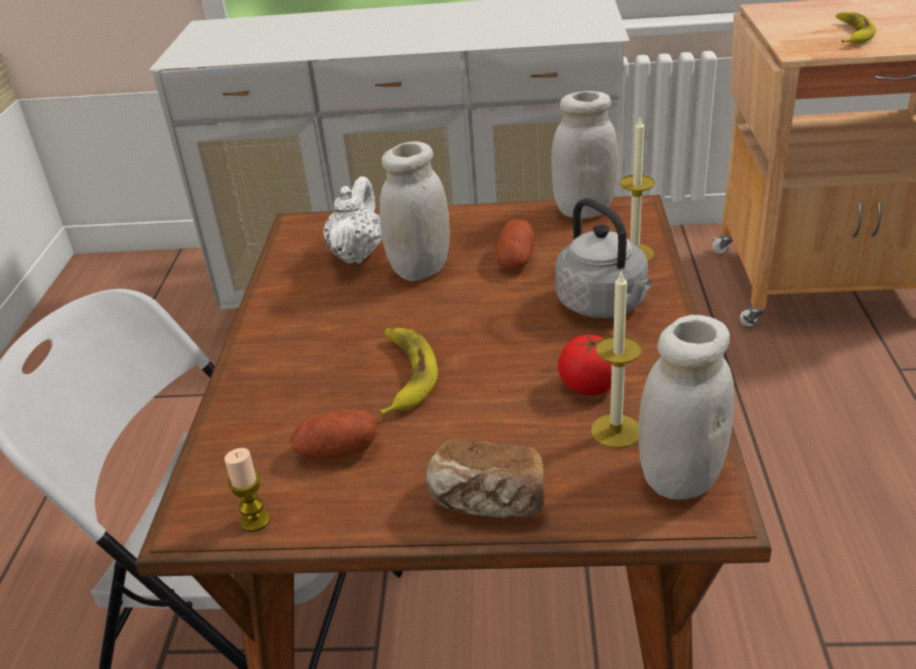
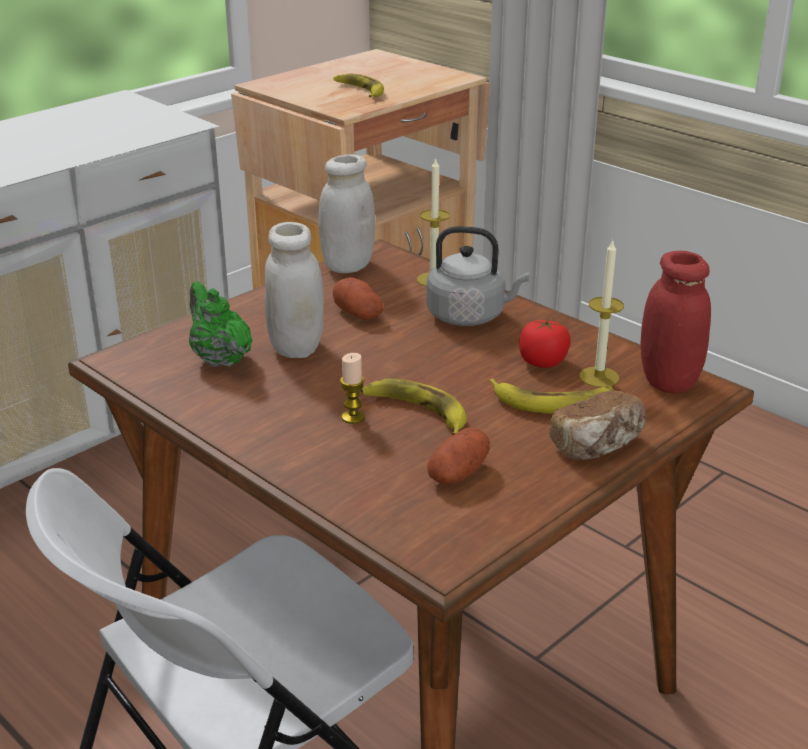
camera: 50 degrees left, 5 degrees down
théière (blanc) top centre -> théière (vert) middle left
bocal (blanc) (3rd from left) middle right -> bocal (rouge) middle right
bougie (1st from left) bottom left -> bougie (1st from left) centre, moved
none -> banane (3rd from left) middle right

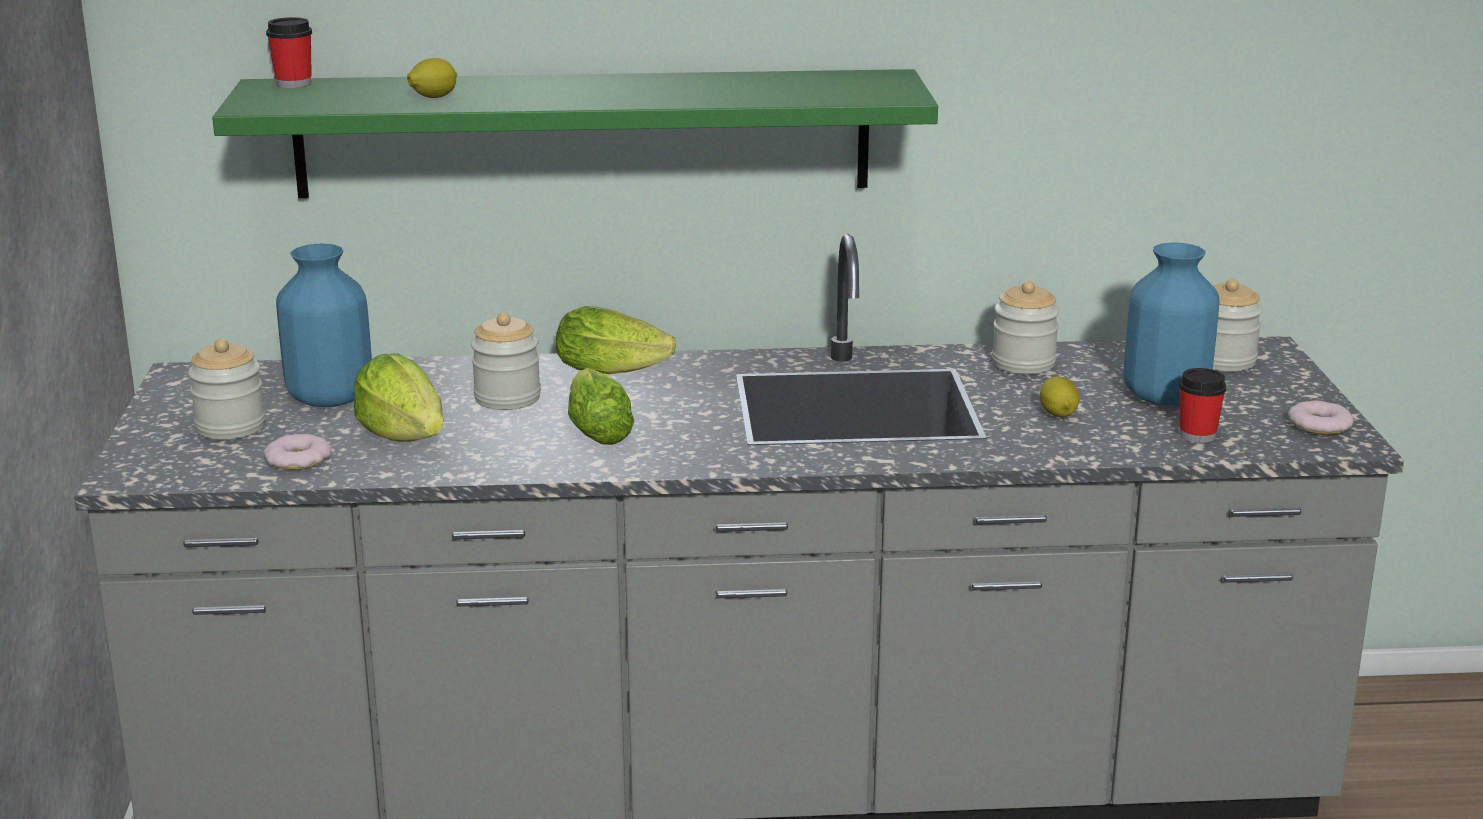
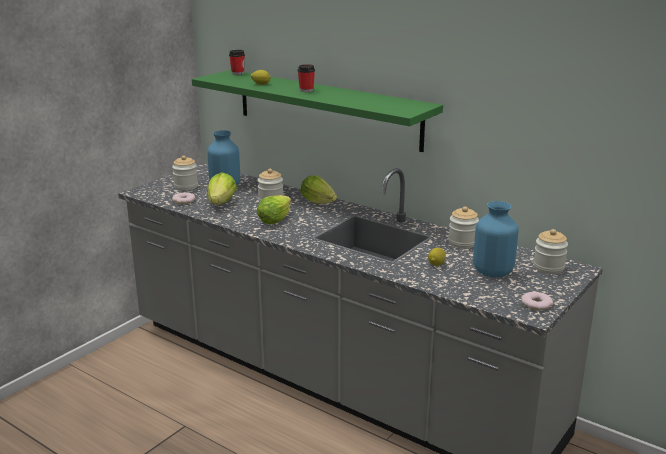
camera: 40 degrees right, 0 degrees up
tasse (2nd from left) middle right -> tasse (2nd from left) top centre, moved

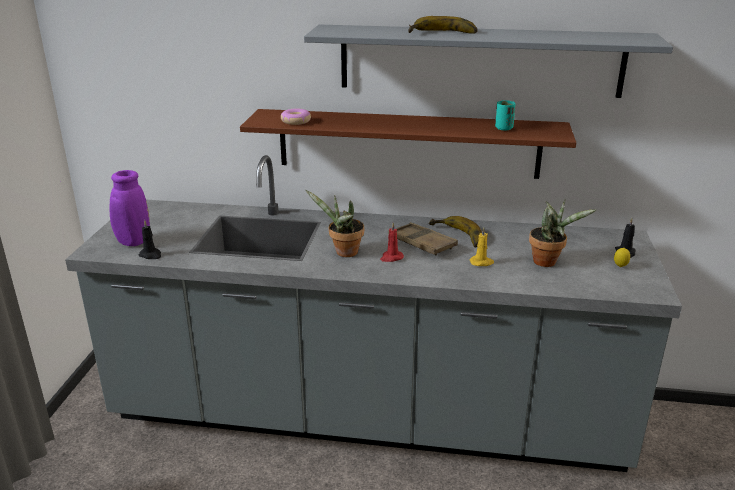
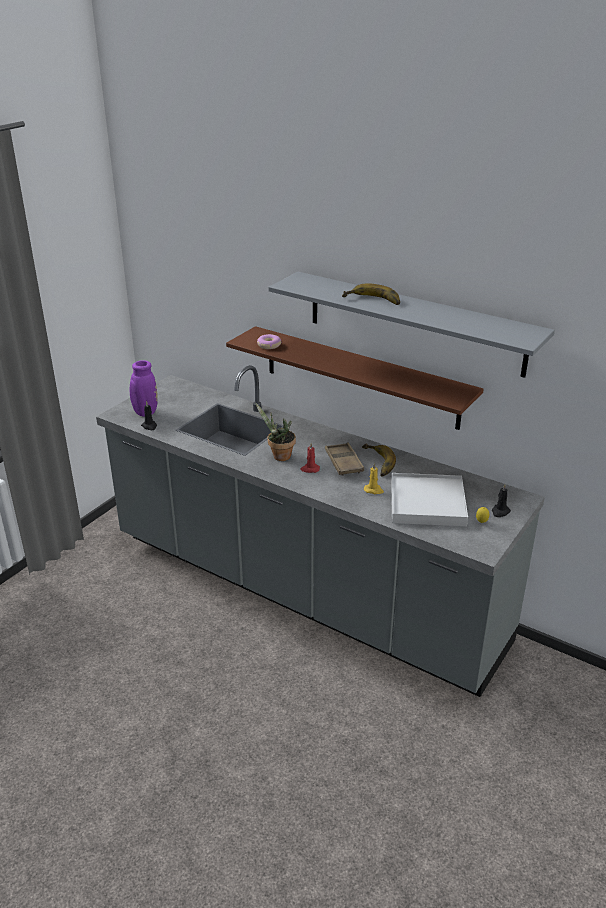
camera: 25 degrees right, 5 degrees up
tasse (turquoise) top right -> none
plante en pot (2nd from left) middle right -> plateau (blanc) middle right

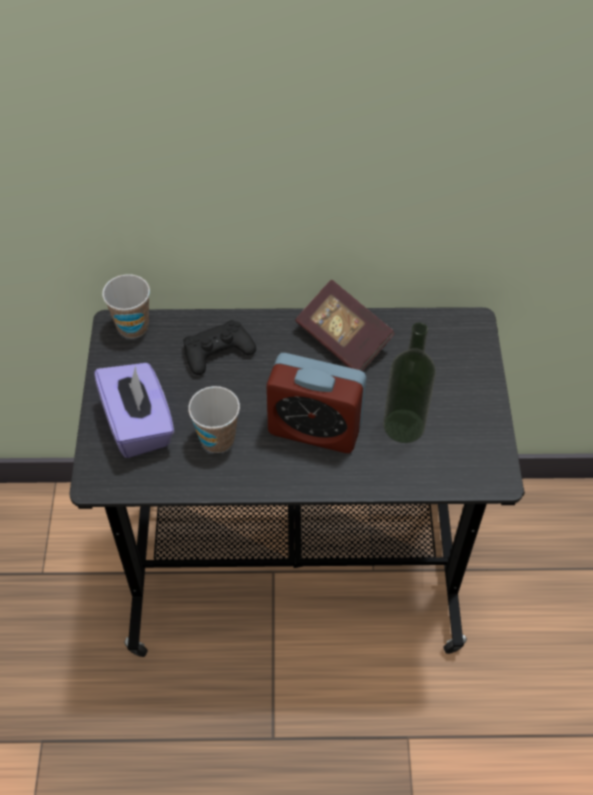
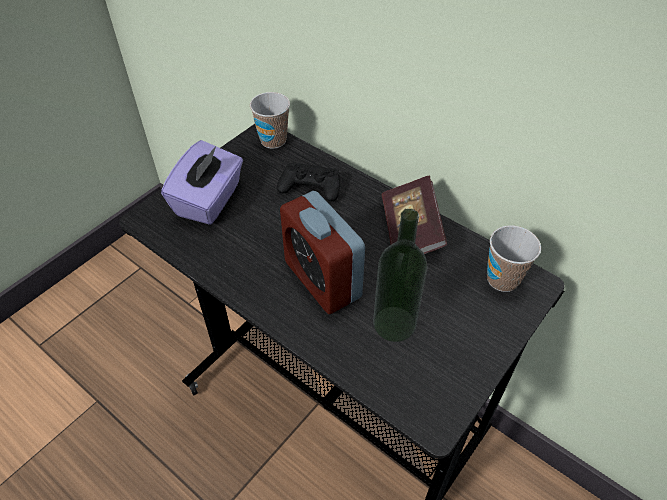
camera: 40 degrees right, 5 degrees down
tasse (2nd from left) centre -> tasse (2nd from left) middle right, moved

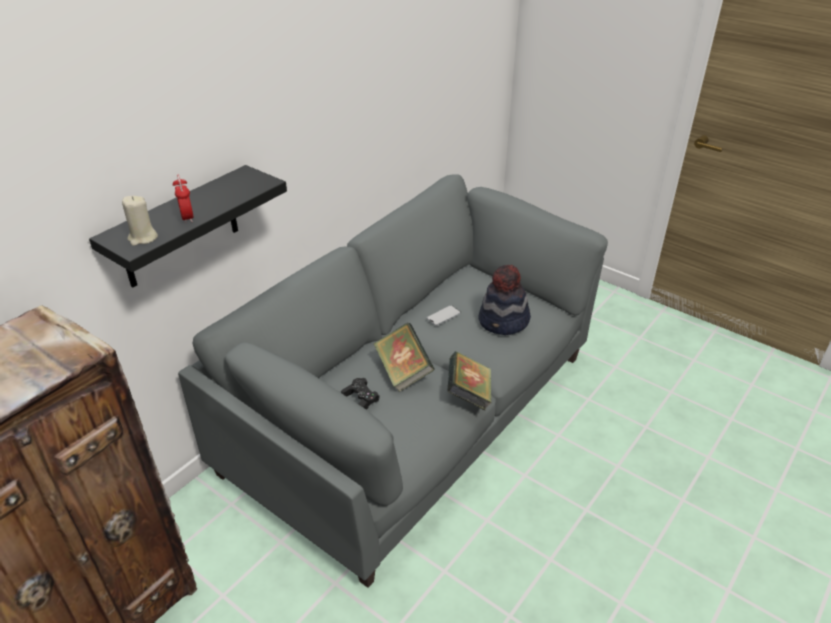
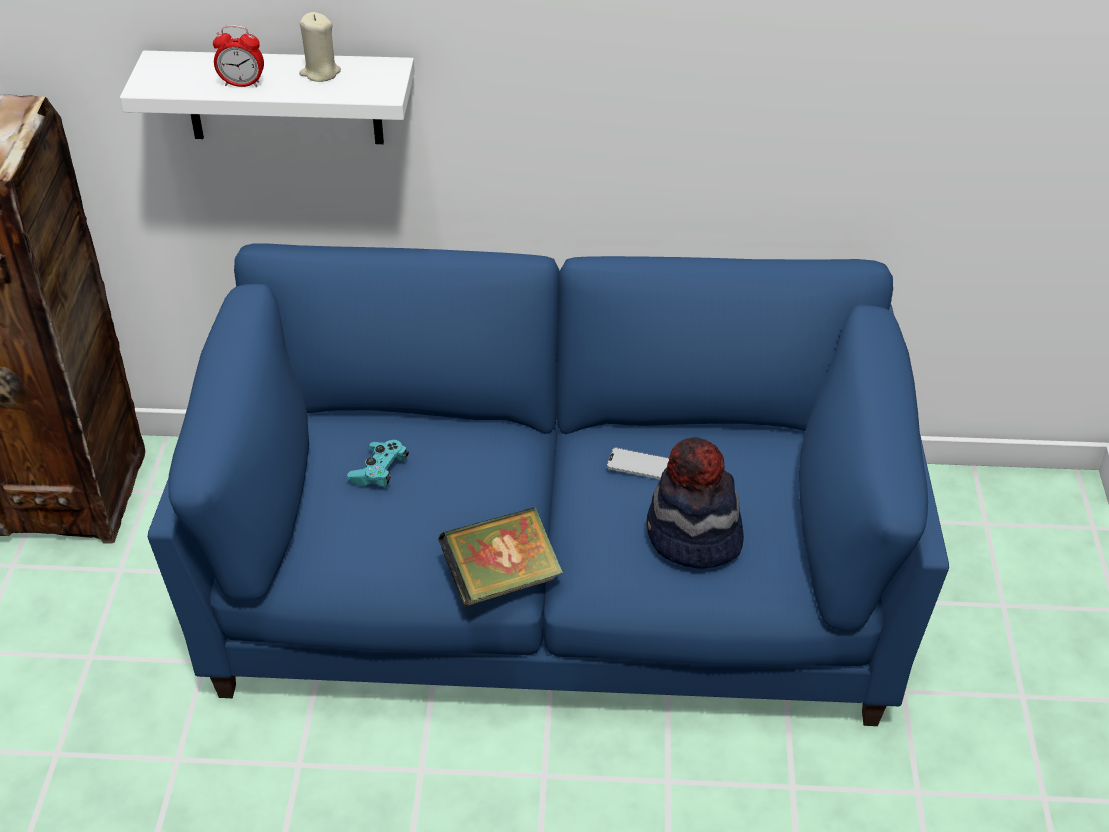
camera: 55 degrees right, 5 degrees up
étagère (noir) middle left -> étagère (blanc) top left
canapé (gris) centre -> canapé (bleu) centre
réveil top left, 120 degrees counterclockwise
bougie (beige) middle left -> bougie (beige) top left, moved
livre (1st from left) centre -> none
manette (noir) centre -> manette (turquoise) centre

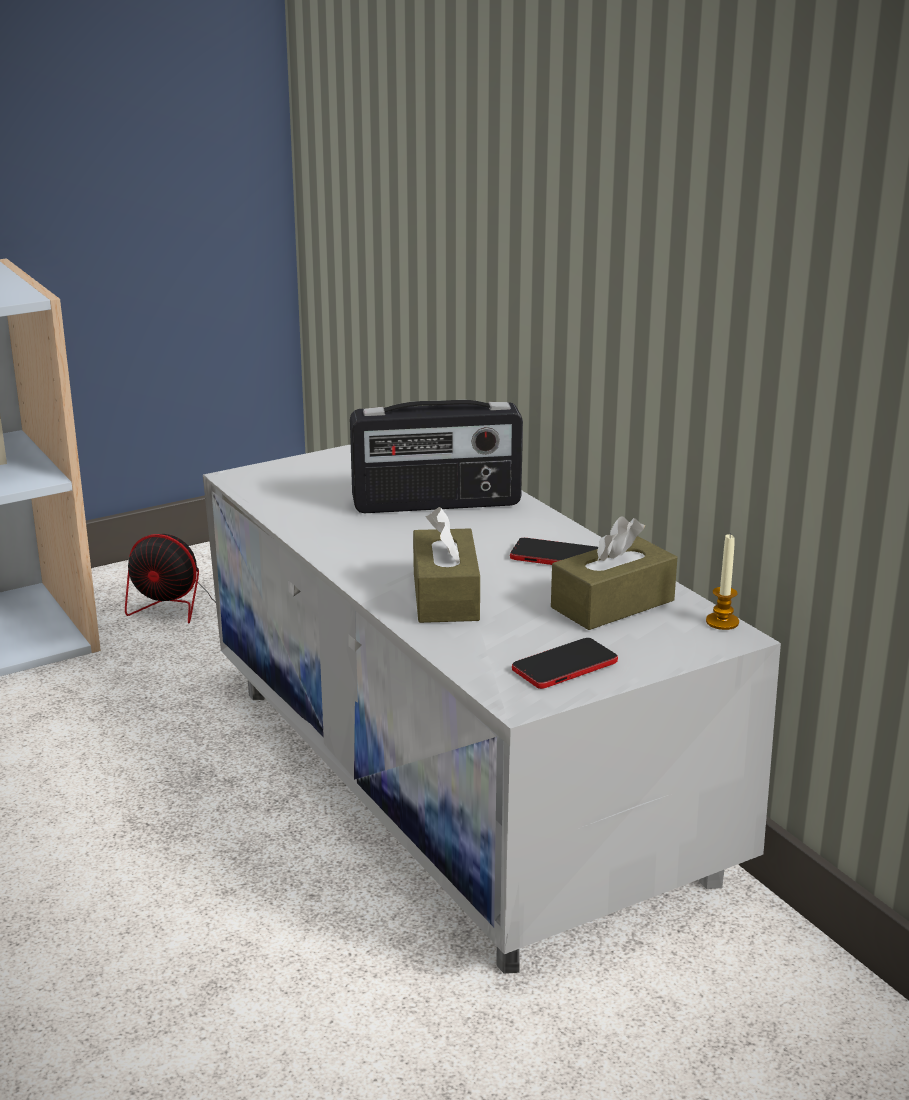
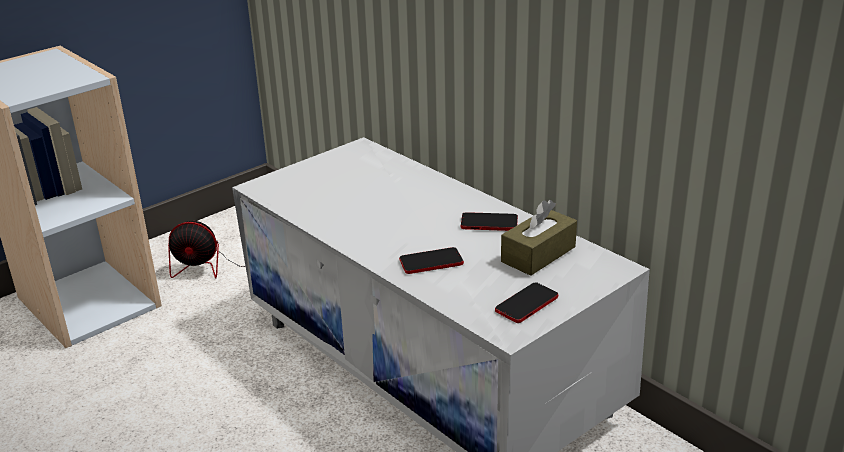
camera: 10 degrees left, 5 degrees up
radio centre -> none
boîte à mouchoirs (marron) (1st from left) centre -> téléphone (1st from left) centre
bougie middle right -> none

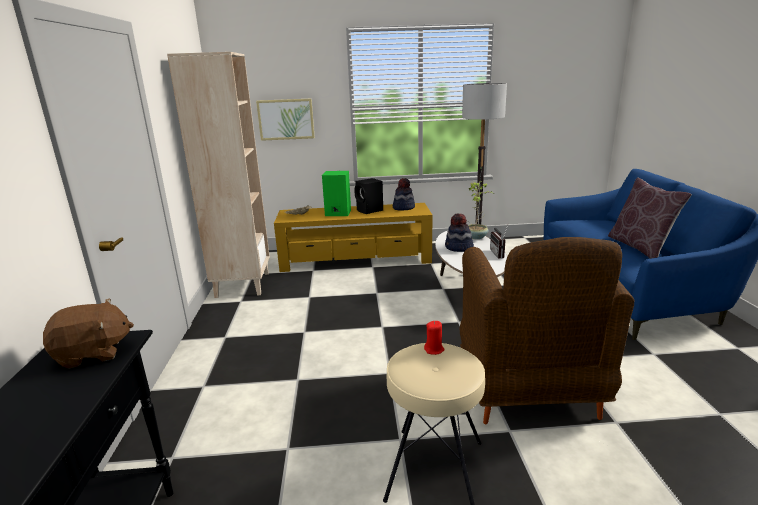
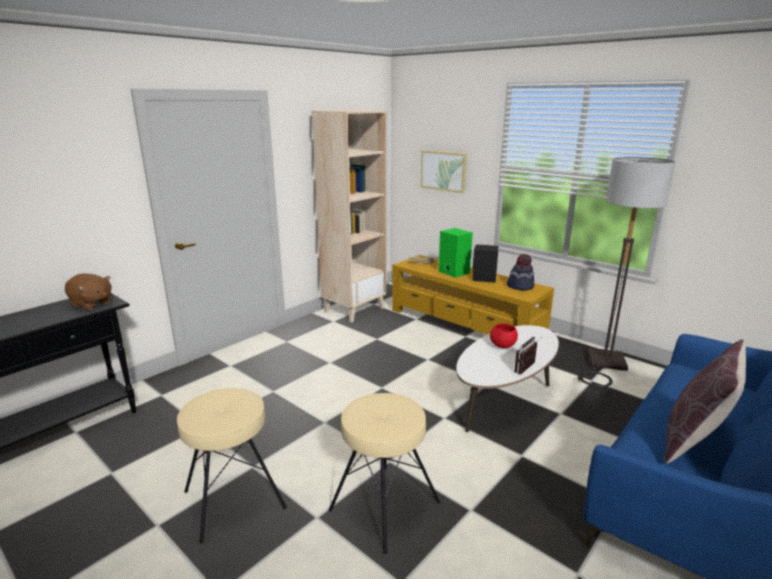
camera: 45 degrees right, 0 degrees up
plante en pot centre -> none
chapeau (2nd from left) centre -> bol (rouge) centre
fauteuil (marron) middle right -> tabouret (beige) (2nd from left) bottom centre
bougie (rouge) bottom centre -> none

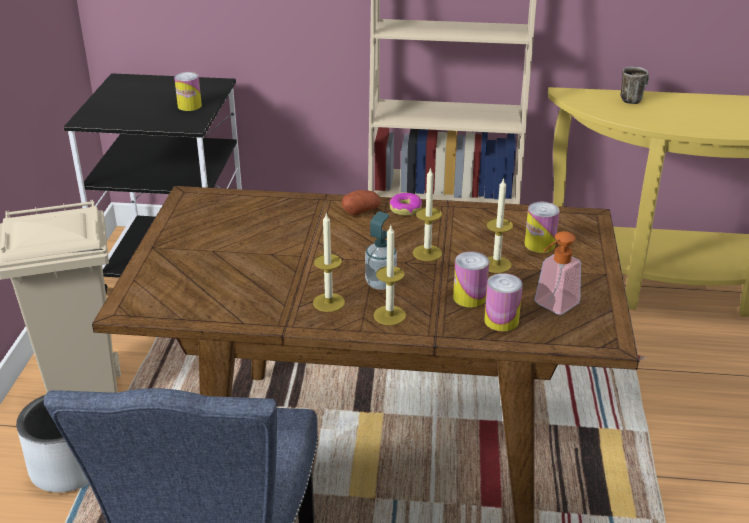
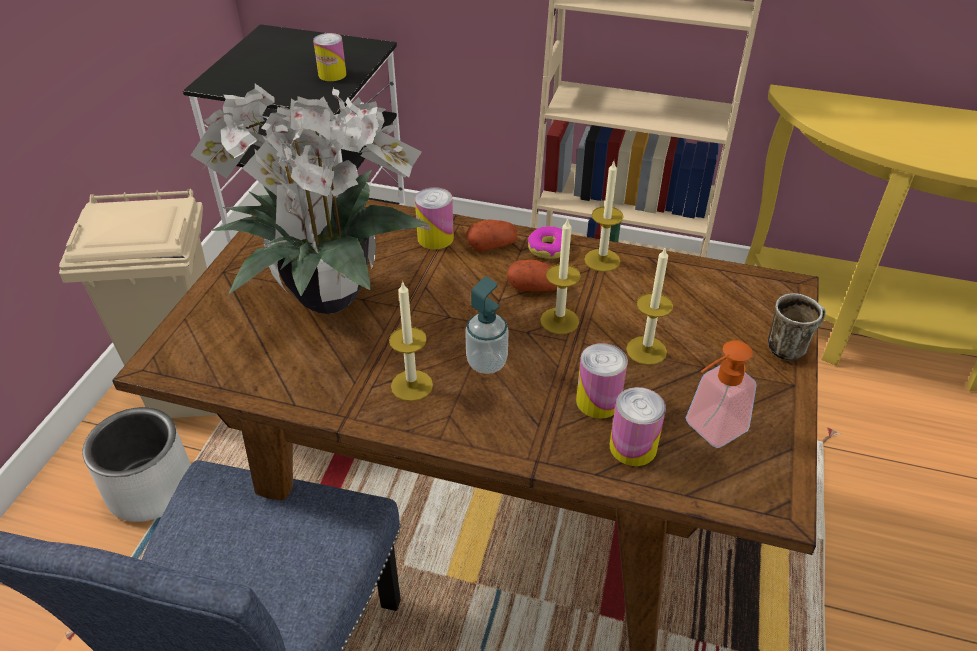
camera: 10 degrees right, 10 degrees up
mug top right -> mug middle right, moved
boîte métallique (4th from left in the first image) middle right -> boîte métallique (2nd from left) centre, moved
bougie (2nd from left in the first image) centre -> bougie (3rd from left) top centre, moved
none -> plante en pot top left
none -> pomme de terre (2nd from left) centre

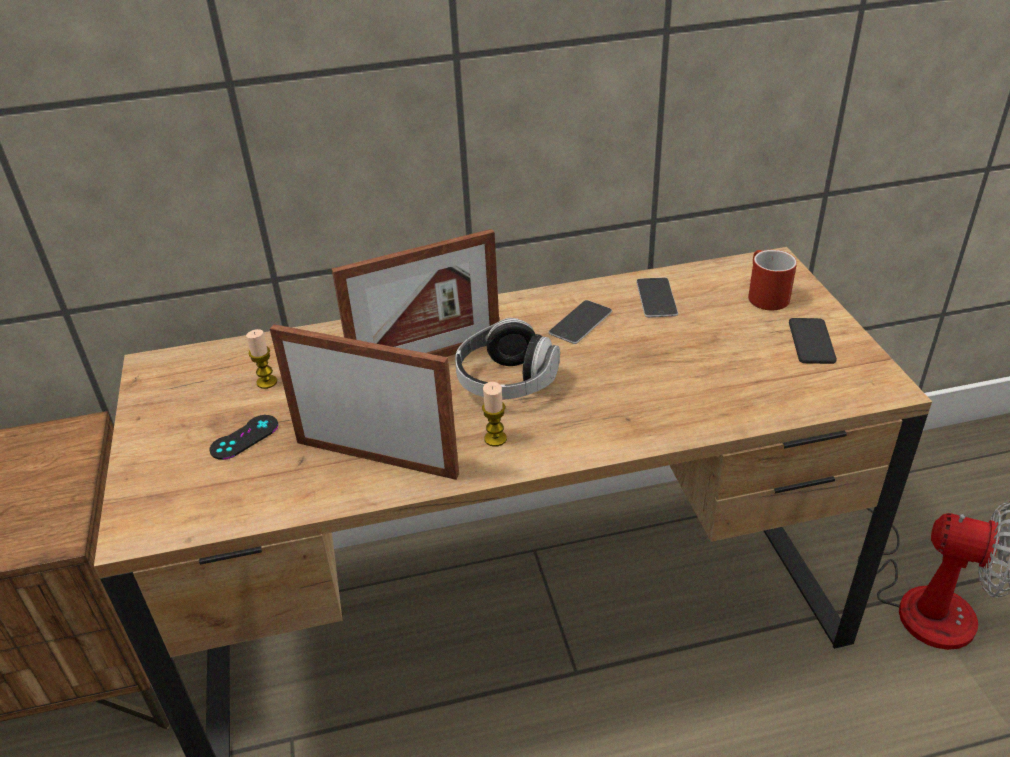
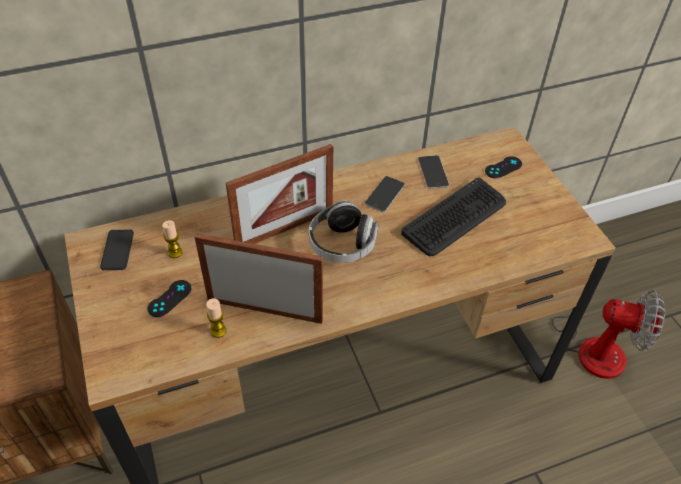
camera: 10 degrees left, 10 degrees up
mug (rouge) middle right -> manette (noir) (2nd from left) middle right
téléphone (3rd from left in the first image) middle right -> téléphone (1st from left) middle left, moved
bougie (2nd from left) centre -> bougie (2nd from left) middle left, moved
none -> clavier centre

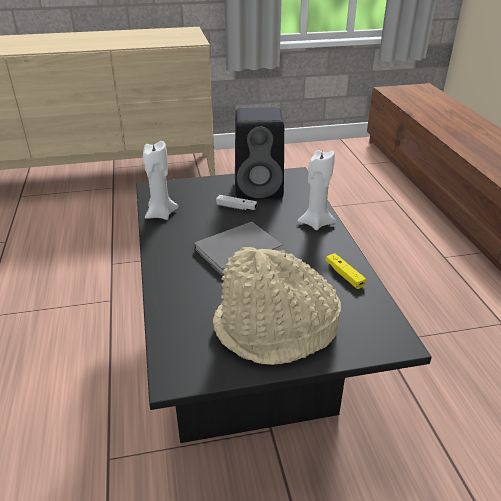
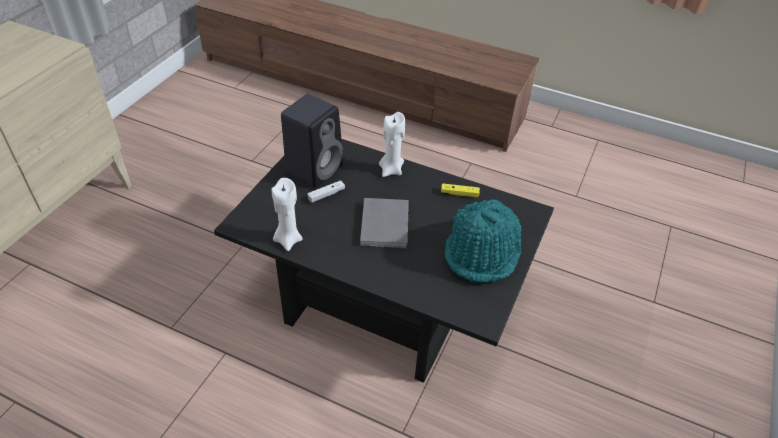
camera: 55 degrees left, 10 degrees up
chapeau (beige) centre -> chapeau (turquoise) centre

